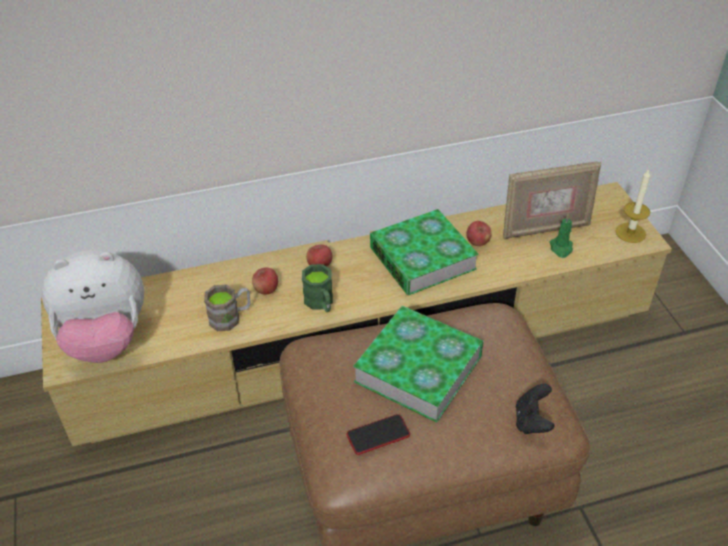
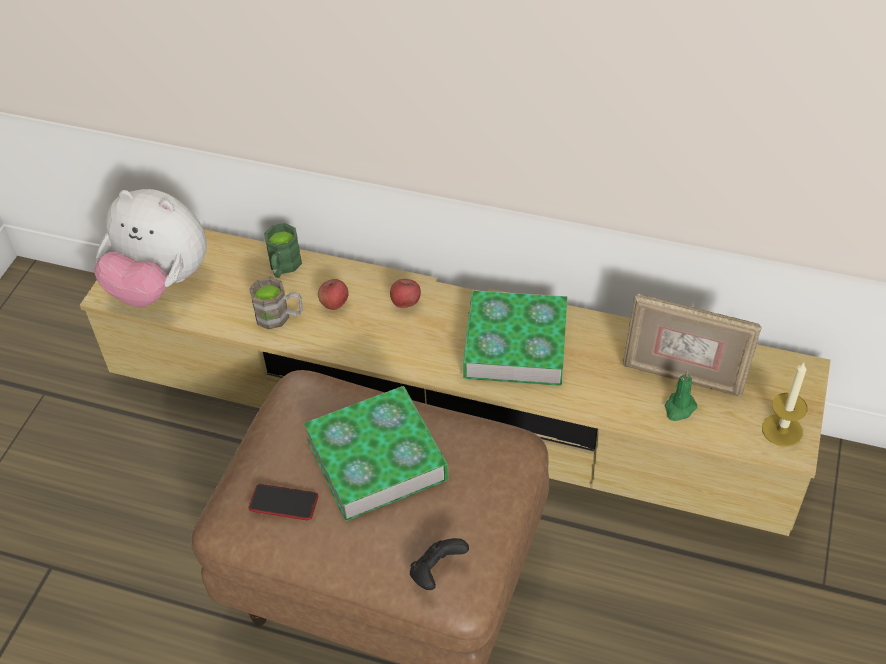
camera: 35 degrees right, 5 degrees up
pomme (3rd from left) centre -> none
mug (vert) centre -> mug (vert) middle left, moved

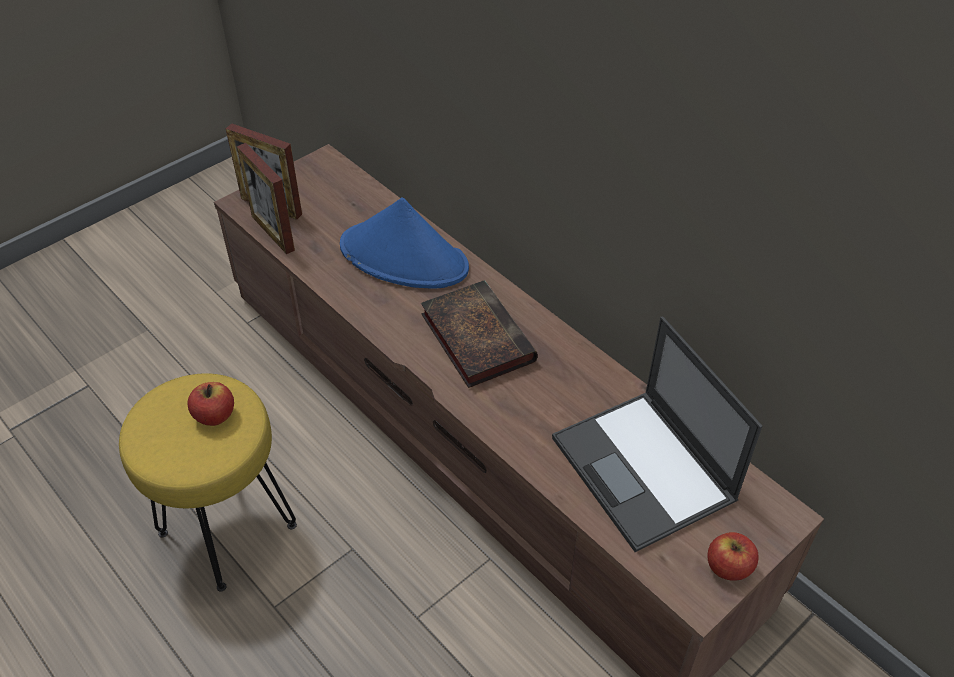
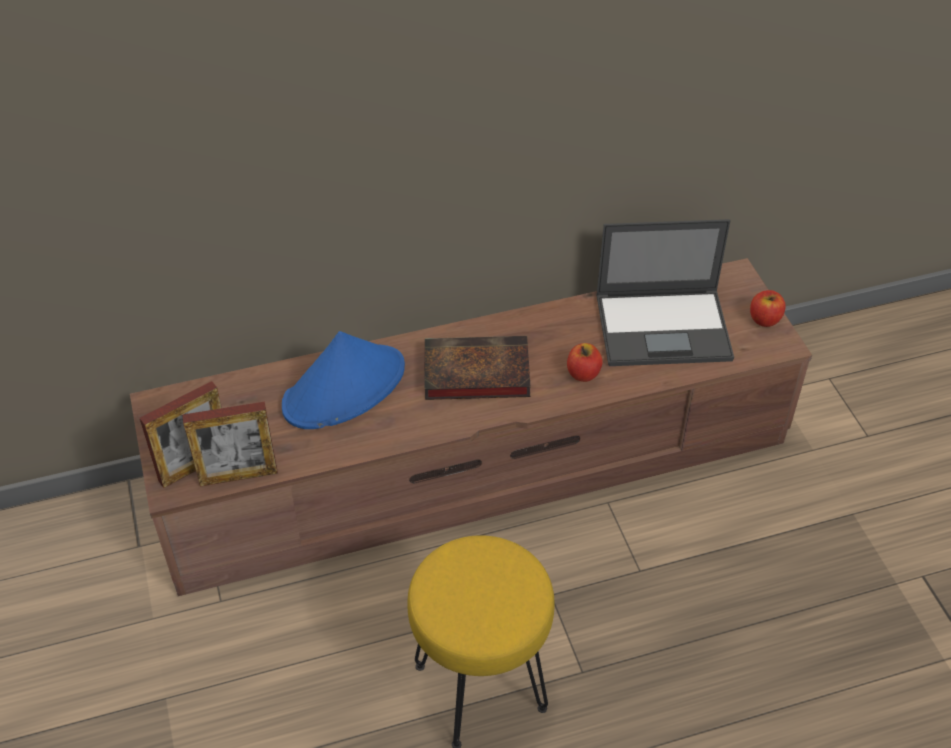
camera: 65 degrees left, 0 degrees up
pomme (1st from left) middle left -> pomme (1st from left) centre, moved

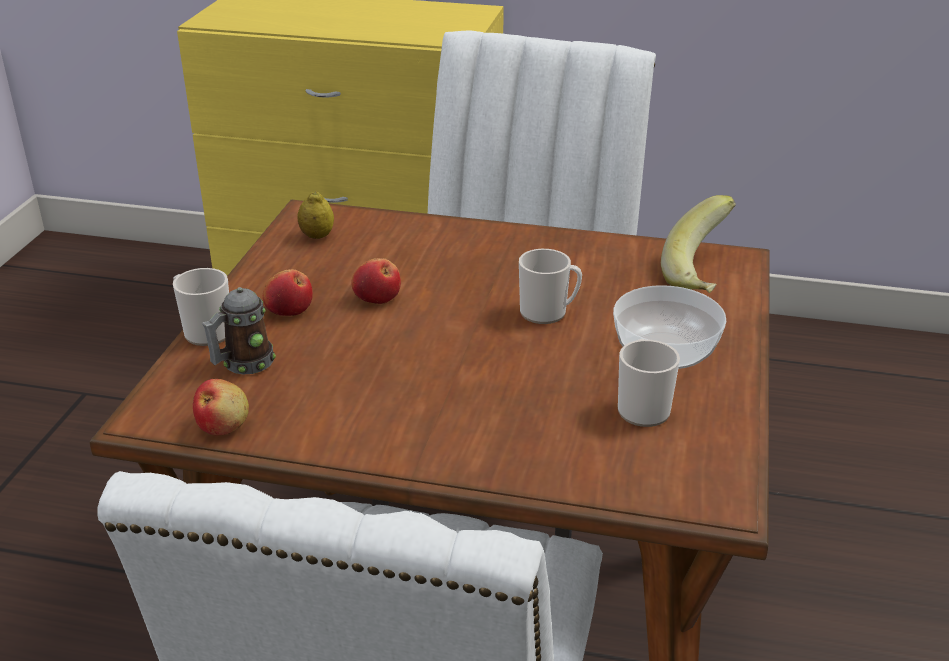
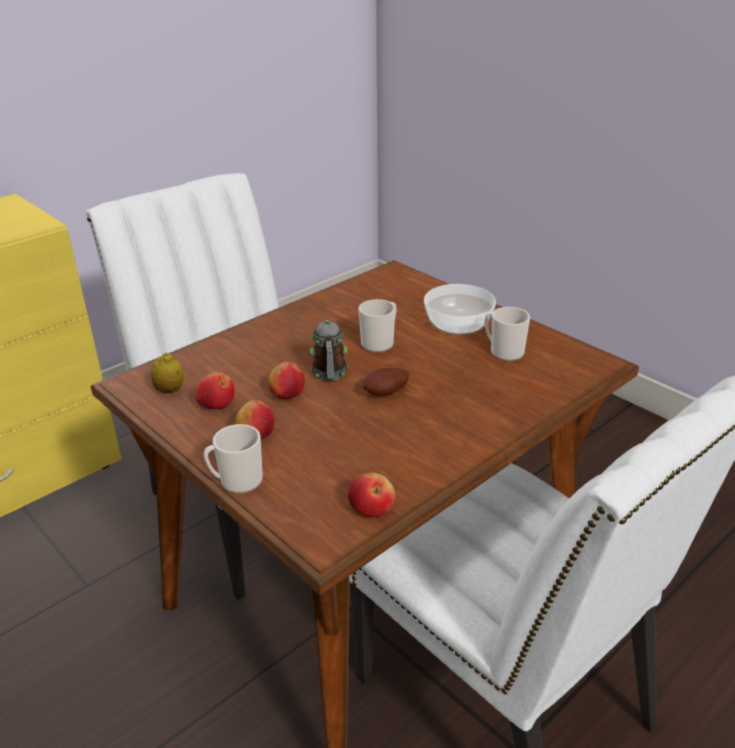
camera: 55 degrees left, 0 degrees up
banane middle right -> none
mug (2nd from left) middle left -> mug (2nd from left) centre, moved
none -> pomme de terre centre
none -> pomme (1st from left) middle left

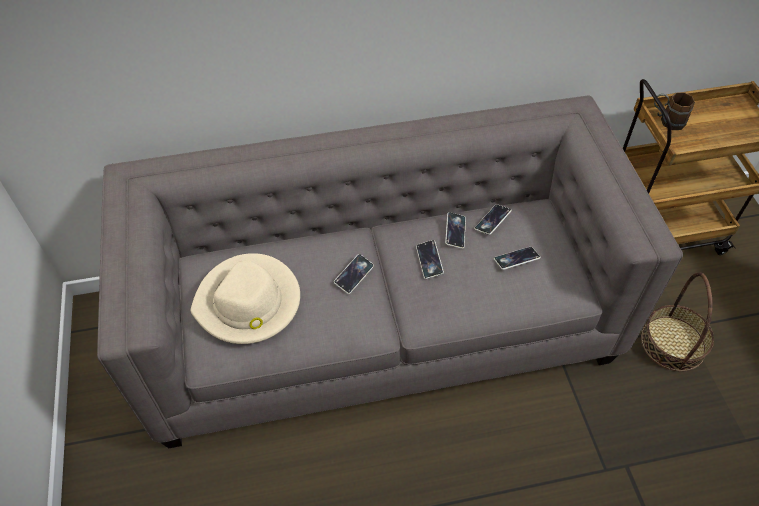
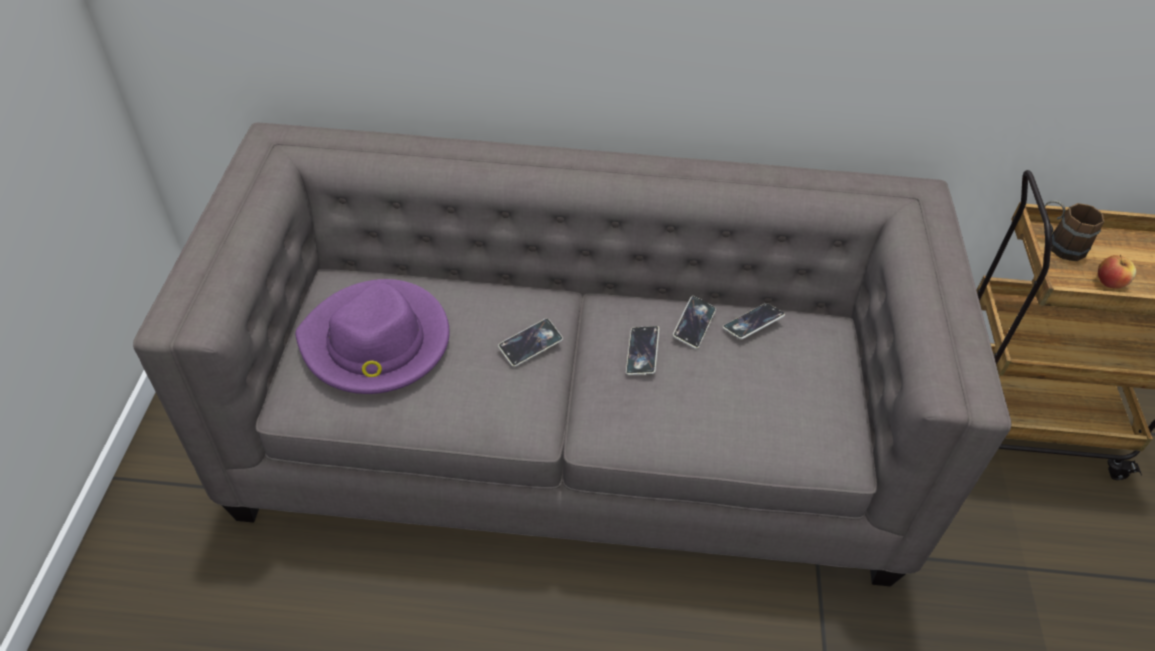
camera: 15 degrees right, 5 degrees down
téléphone (5th from left) middle right -> none
chapeau (beige) middle left -> chapeau (violet) middle left
panier middle right -> none
none -> pomme middle right

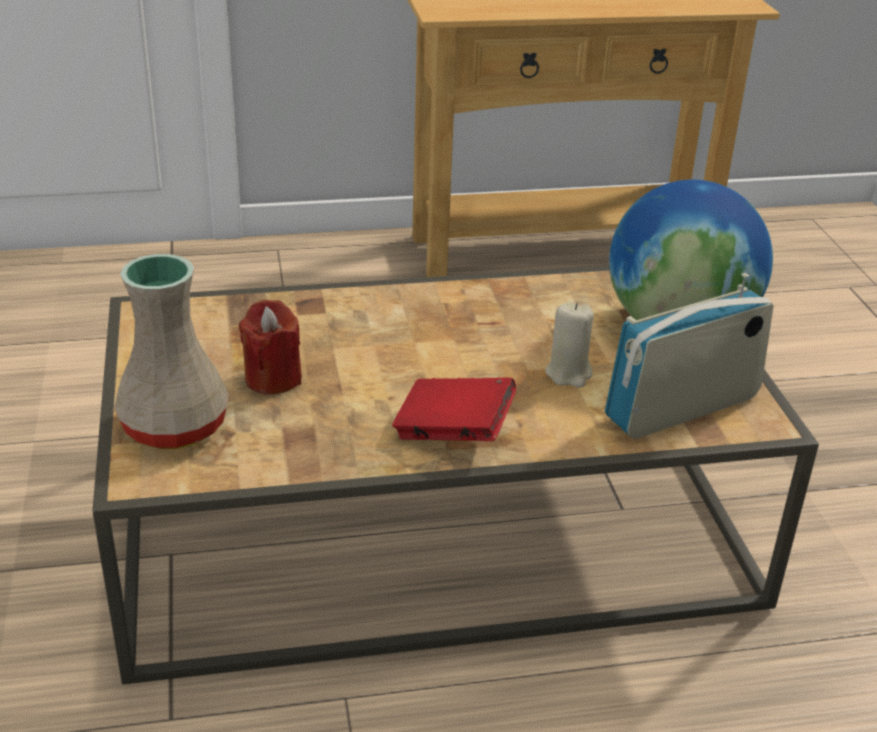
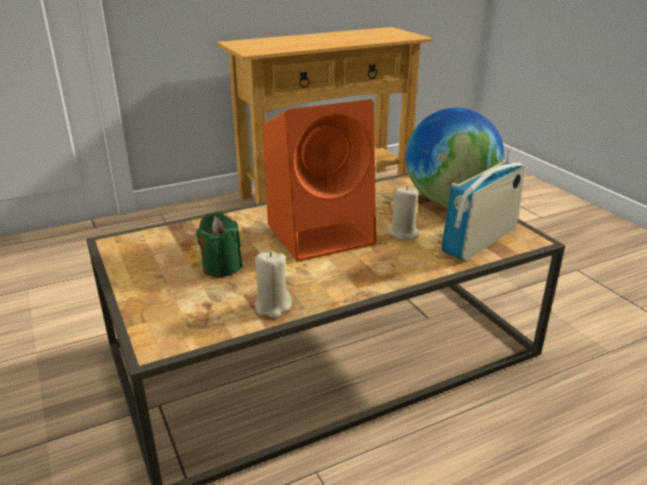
camera: 15 degrees left, 5 degrees down
vase (beige) middle left -> none
bougie (rouge) middle left -> bougie (vert) centre
livre (rouge) centre -> none
none -> enceinte (orange) centre
none -> bougie (beige) (1st from left) centre

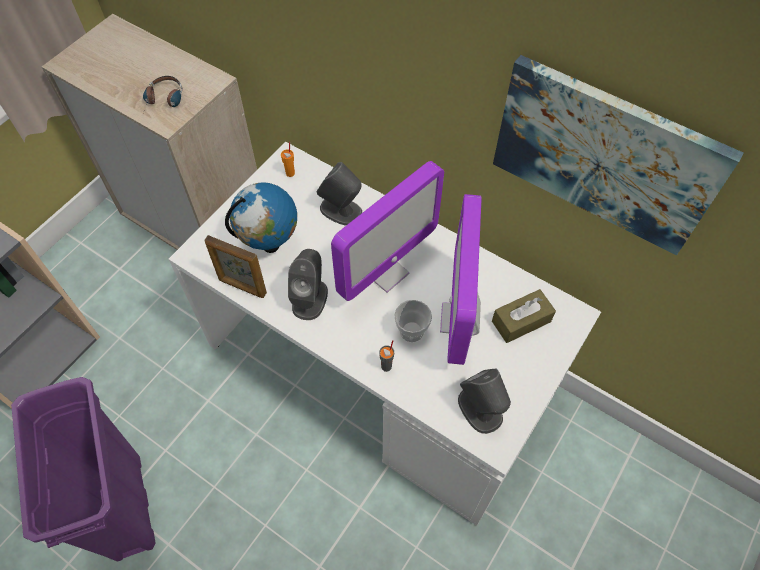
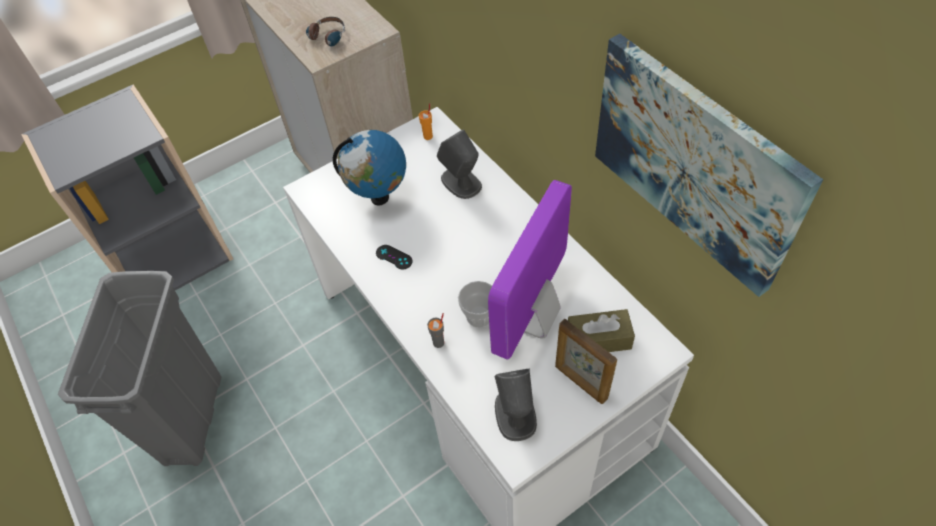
camera: 25 degrees right, 5 degrees down
écran d'ordinateur (1st from left) centre -> none
cadre photo middle left -> cadre photo bottom centre, moved
enceinte (gris) (1st from left) centre -> manette (noir) centre
poubelle (violet) bottom left -> poubelle (gris) bottom left

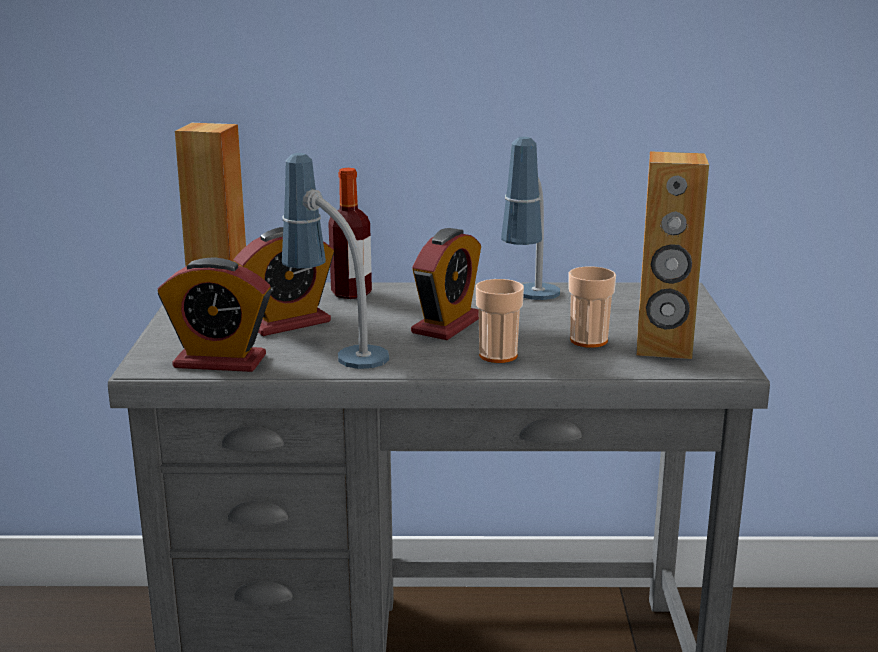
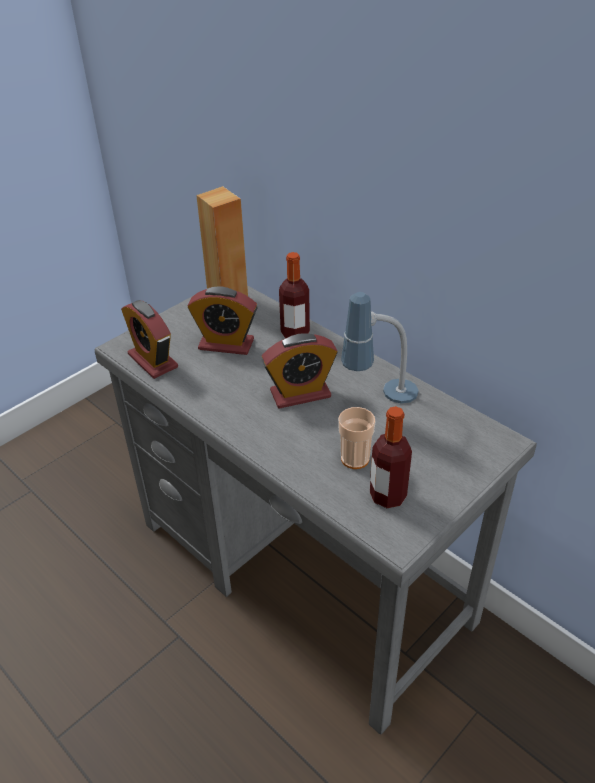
camera: 45 degrees right, 20 degrees up
enceinte (marron) (2nd from left) middle right -> bouteille (2nd from left) centre
lampe de table (1st from left) centre -> none
tasse (1st from left) centre -> none

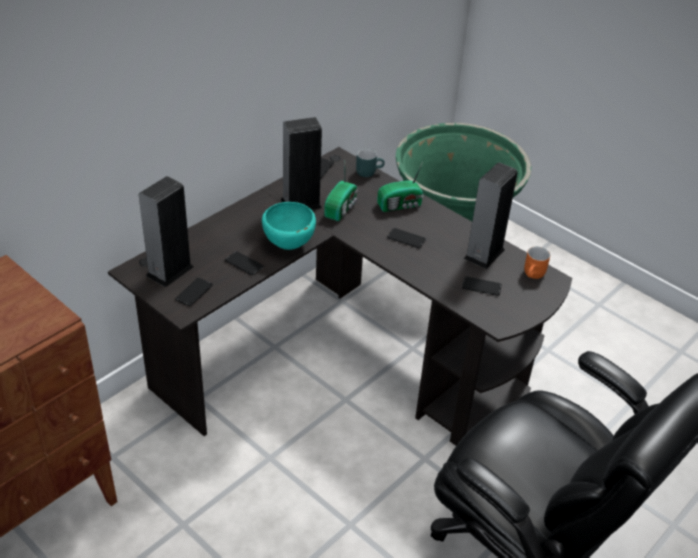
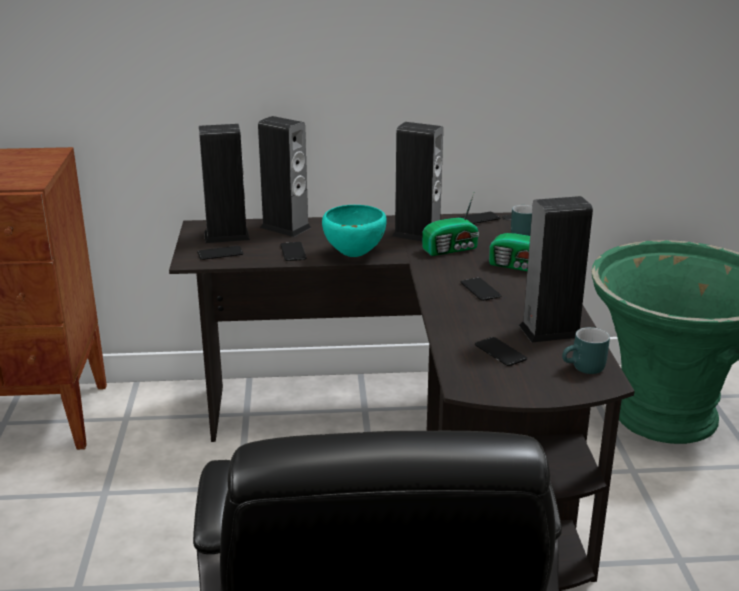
camera: 45 degrees right, 15 degrees down
mug (orange) middle right -> mug (turquoise) (2nd from left) middle right
none -> enceinte (2nd from left) top centre

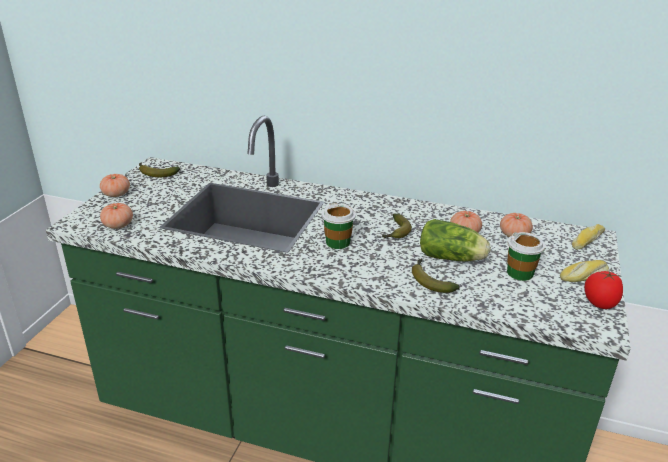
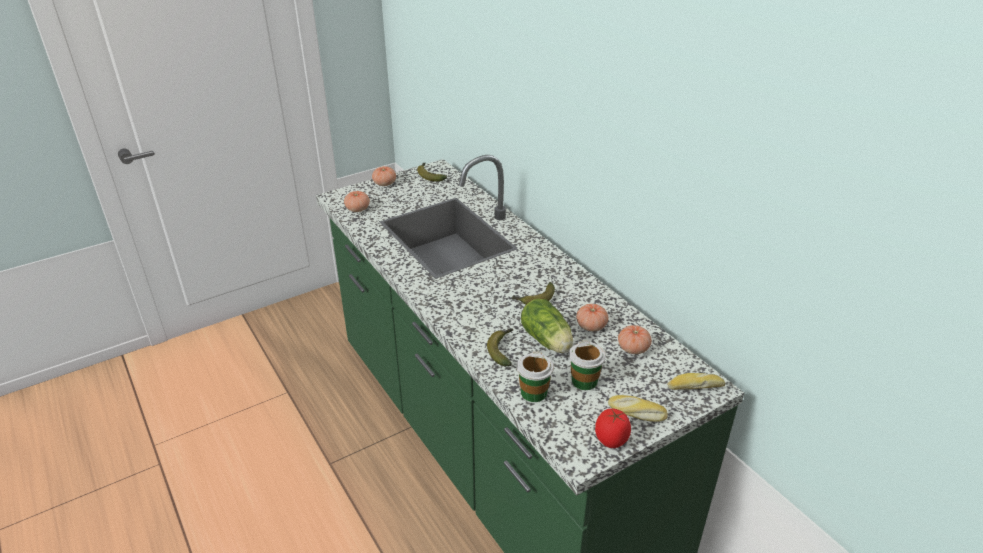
camera: 40 degrees right, 5 degrees up
tasse (1st from left) centre -> tasse (1st from left) bottom centre, moved

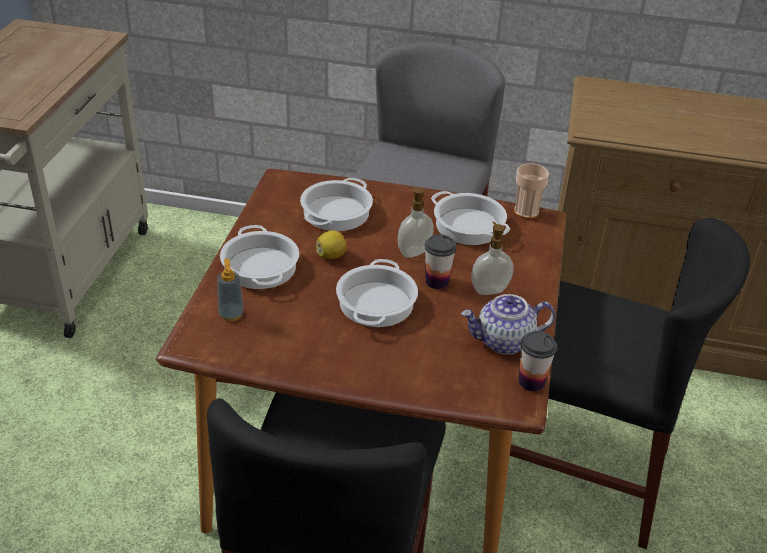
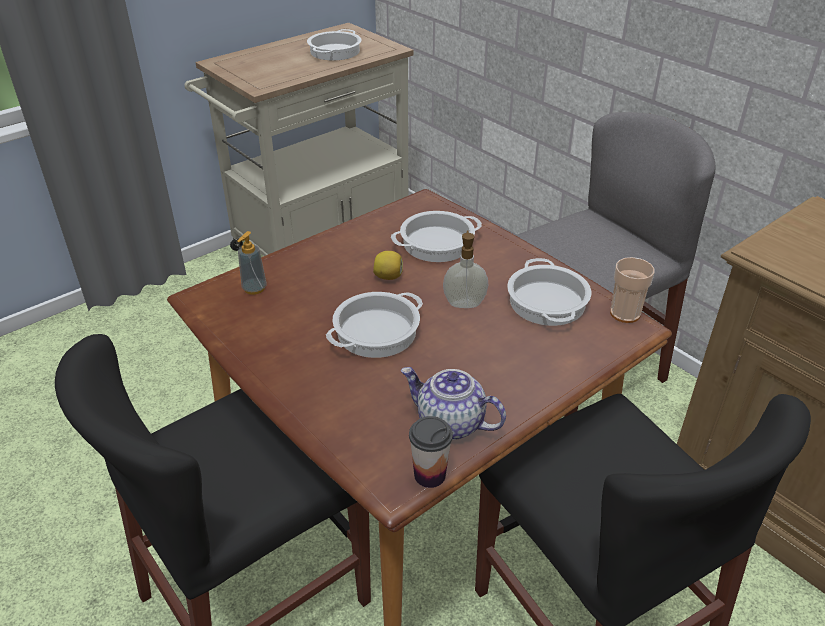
camera: 40 degrees right, 0 degrees up
distributeur de savon (3rd from left) centre -> none
marmite (1st from left) centre -> marmite (1st from left) top centre, moved
tasse (1st from left) centre -> none

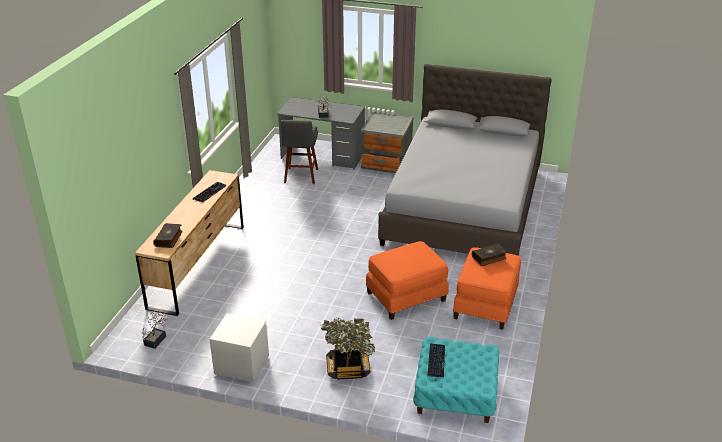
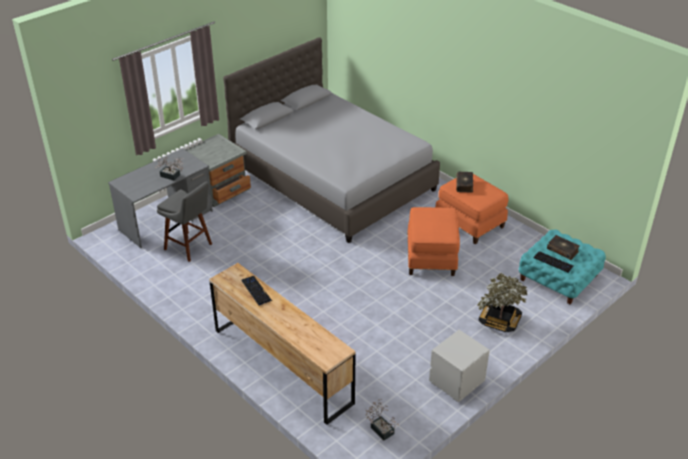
camera: 60 degrees left, 5 degrees up
livre (1st from left in the first image) middle left -> livre (2nd from left) middle right, moved

